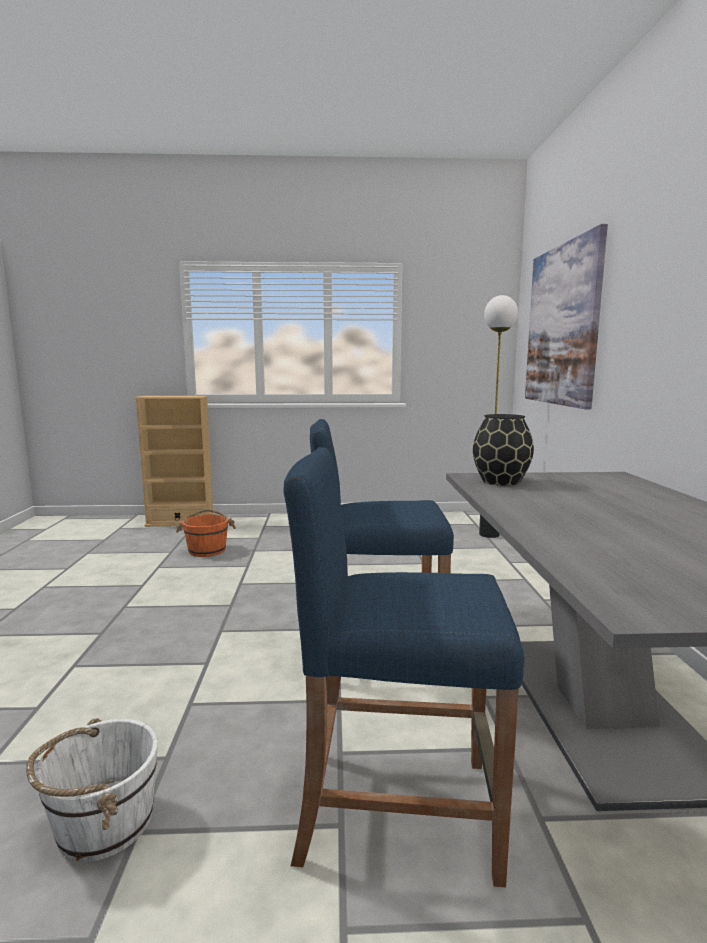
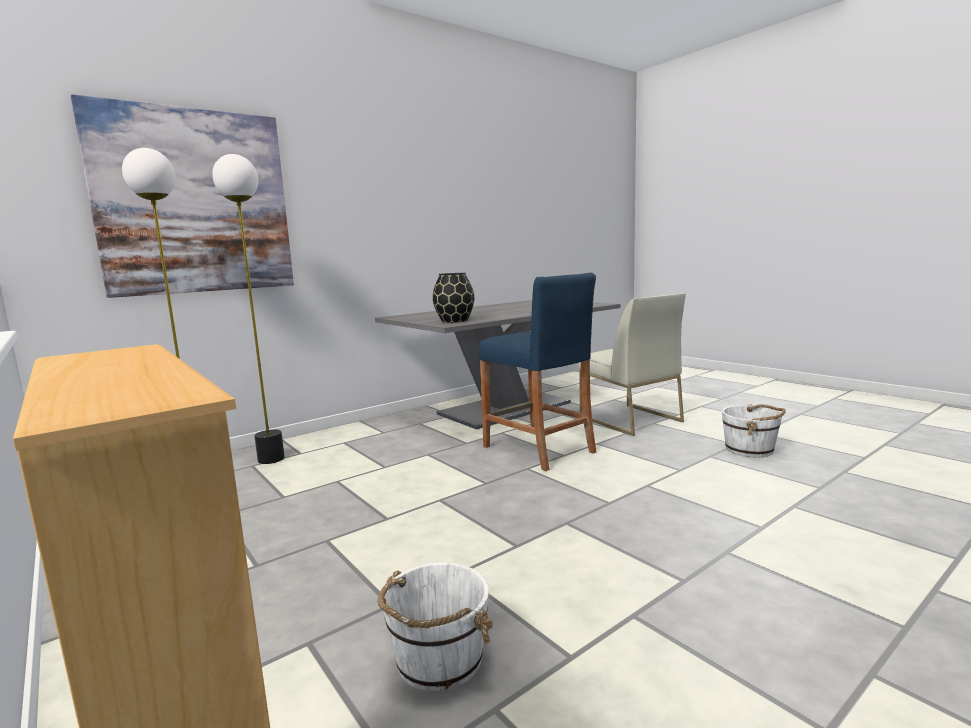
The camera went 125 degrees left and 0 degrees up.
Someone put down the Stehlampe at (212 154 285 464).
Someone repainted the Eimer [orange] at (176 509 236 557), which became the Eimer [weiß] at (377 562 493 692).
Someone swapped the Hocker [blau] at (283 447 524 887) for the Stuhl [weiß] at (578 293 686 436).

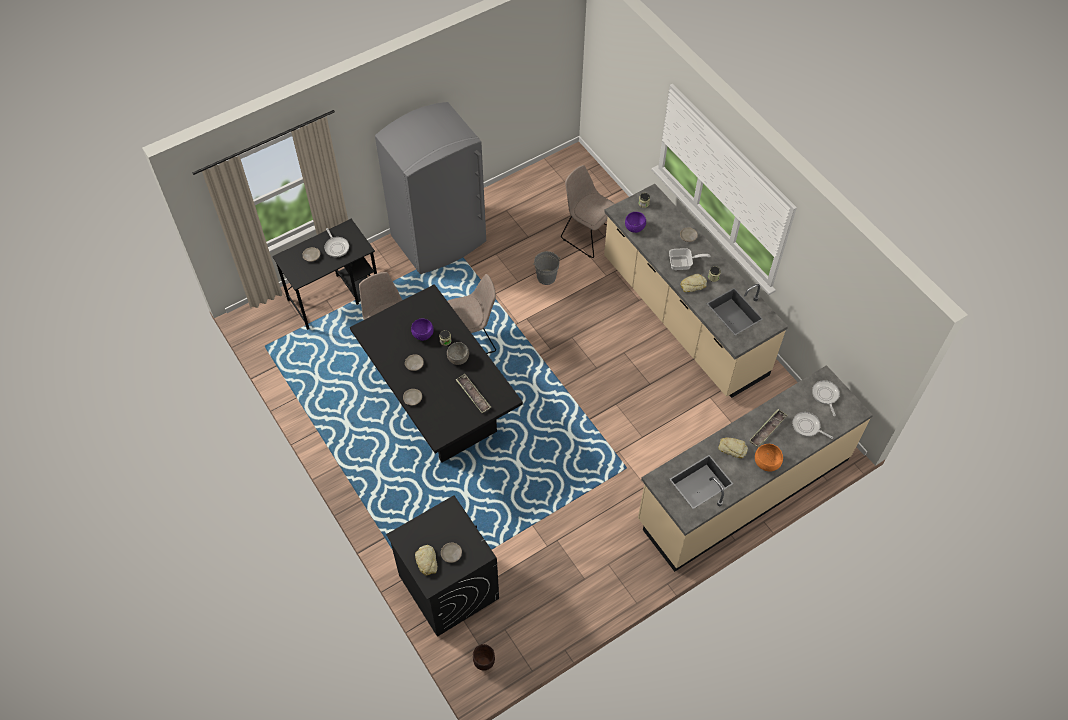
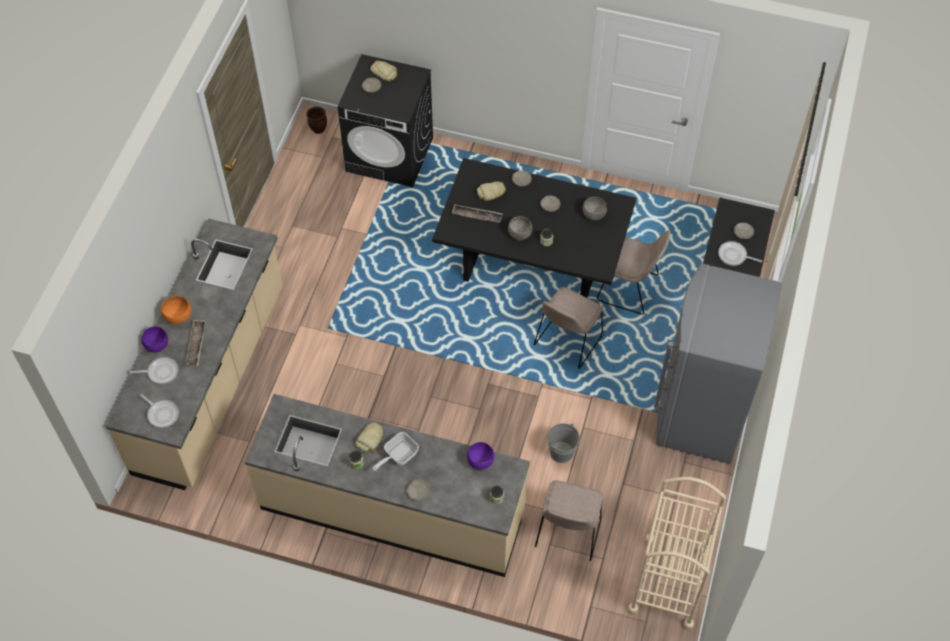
The camera went 140 degrees right and 0 degrees up.
Someone carried the Schüssel [lila] from (411 319 434 341) to (141 326 168 352).
Someone carried the Brot from (718 438 748 458) to (477 181 506 201).
Someone rotated the Stuhl [beige] at (561 165 615 258) by 105 degrees clockwise.
Someone put down the Schüssel [grau] at (583 197 607 220).
Someone put down the Rollwagen [beige] at (628 477 726 630).

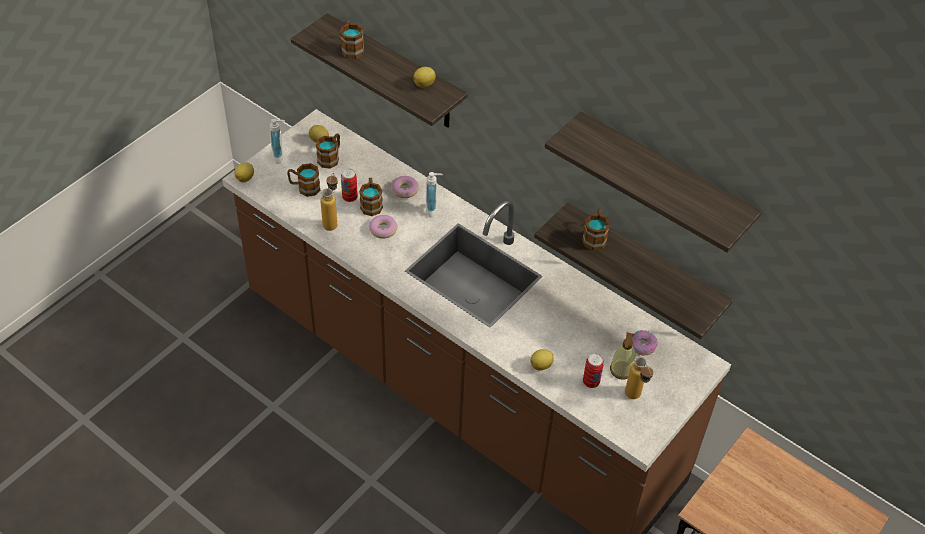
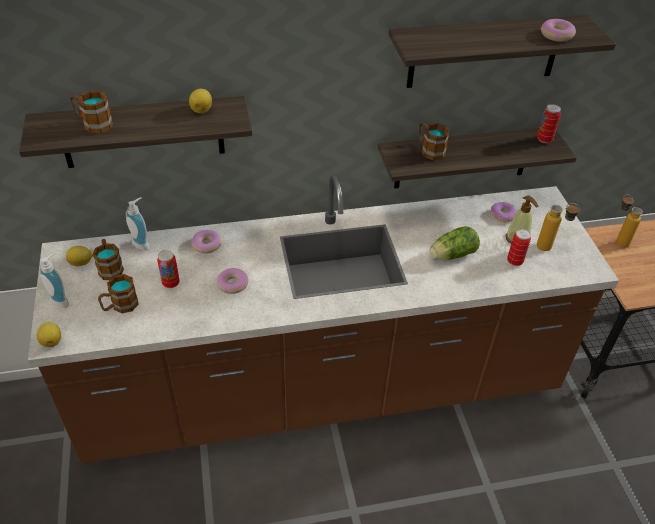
The camera went 50 degrees left and 5 degrees down.
Someone carried the Seifenspender from (426 172 443 218) to (126 197 149 251).
Someone put down the Salatkopf at (429 226 480 260).
Someone put down the Dose at (537 104 561 143).
Someone put down the Donut at (541 19 576 42).
Someone carried the Flasche from (320 173 338 231) to (616 194 643 248).
Someone took away the Henkelbecher at (359 178 383 216).
Someone took away the Zitrone at (530 349 554 371).

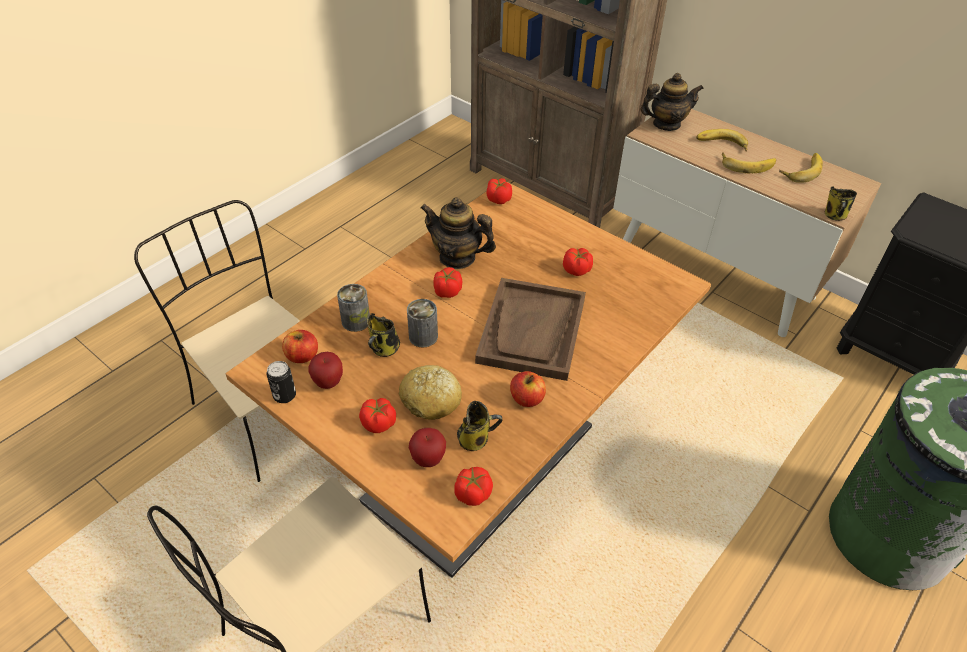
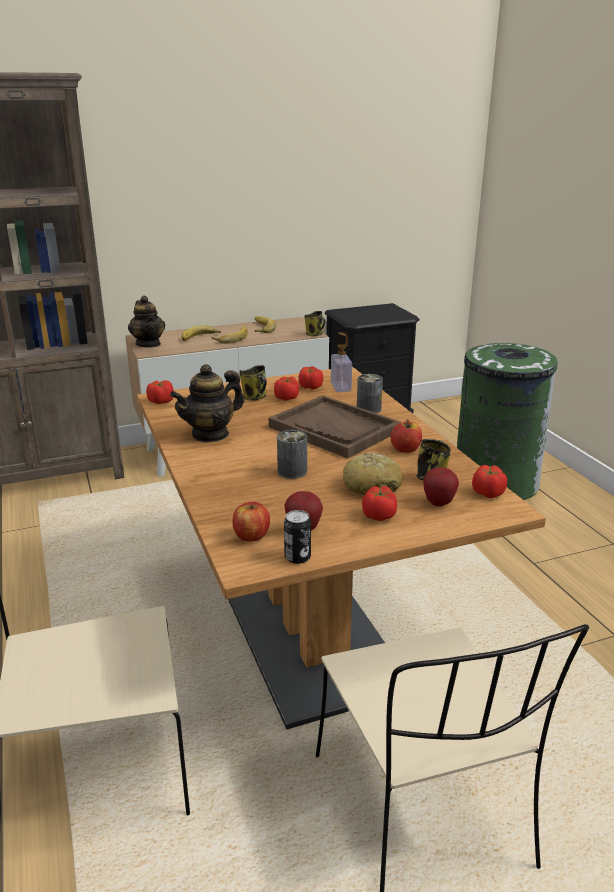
The camera went 60 degrees left and 20 degrees down.
Someone rotated the Teekanne at (640 73 704 131) by 135 degrees clockwise.
Someone carried the Henkelbecher from (367 313 400 357) to (239 365 267 401).
Someone carried the Tomate from (433 267 462 298) to (298 366 323 390).
Someone put down the Seifenspender at (331 332 352 392).
Someone carried the Dose from (337 284 370 332) to (357 374 383 413).

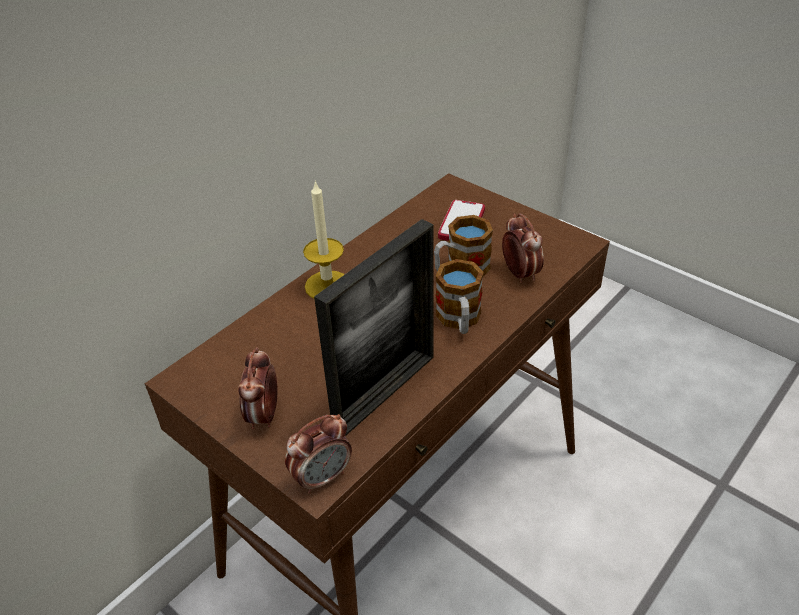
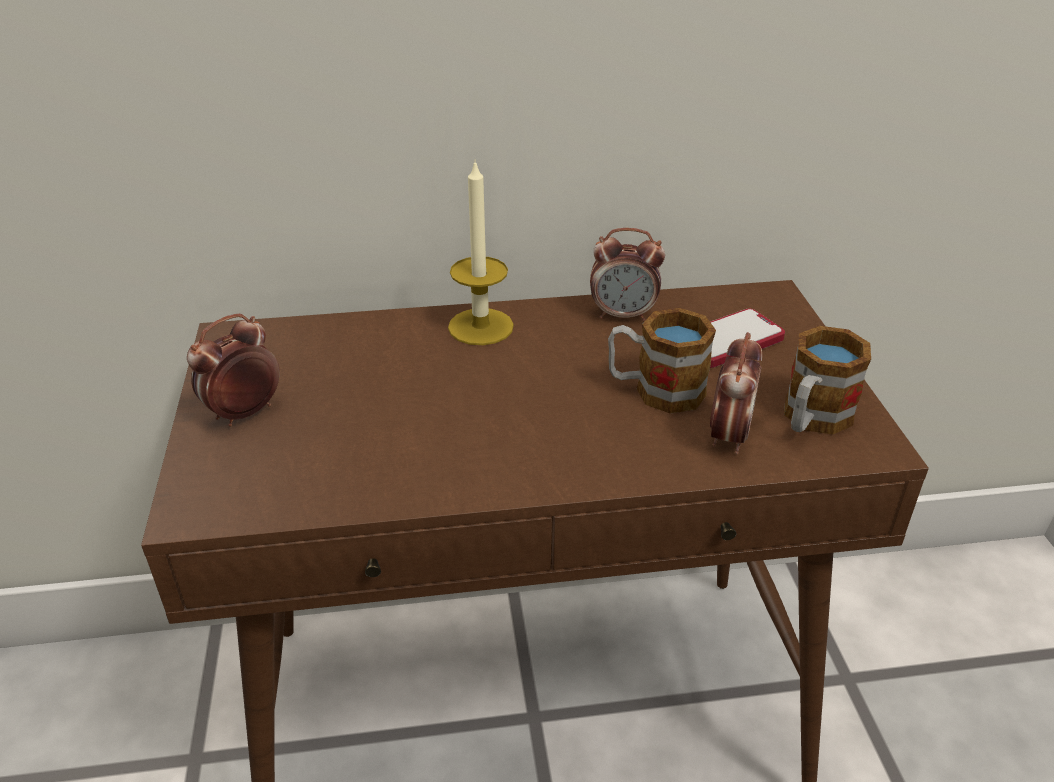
The camera went 40 degrees right and 5 degrees down.
Someone carried the Wecker from (285 414 352 494) to (590 228 665 321).
Someone carried the Henkelbecher from (435 259 484 334) to (784 326 871 435).
Someone took away the Bilderrahmen at (314 219 434 436).

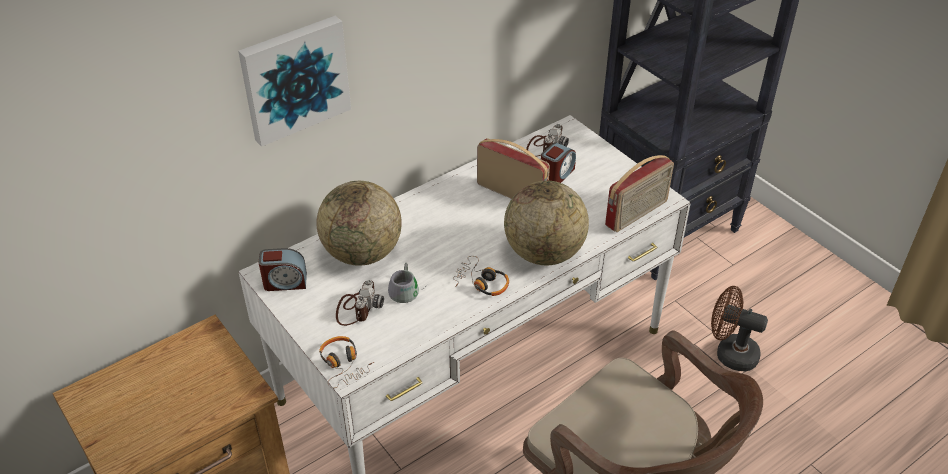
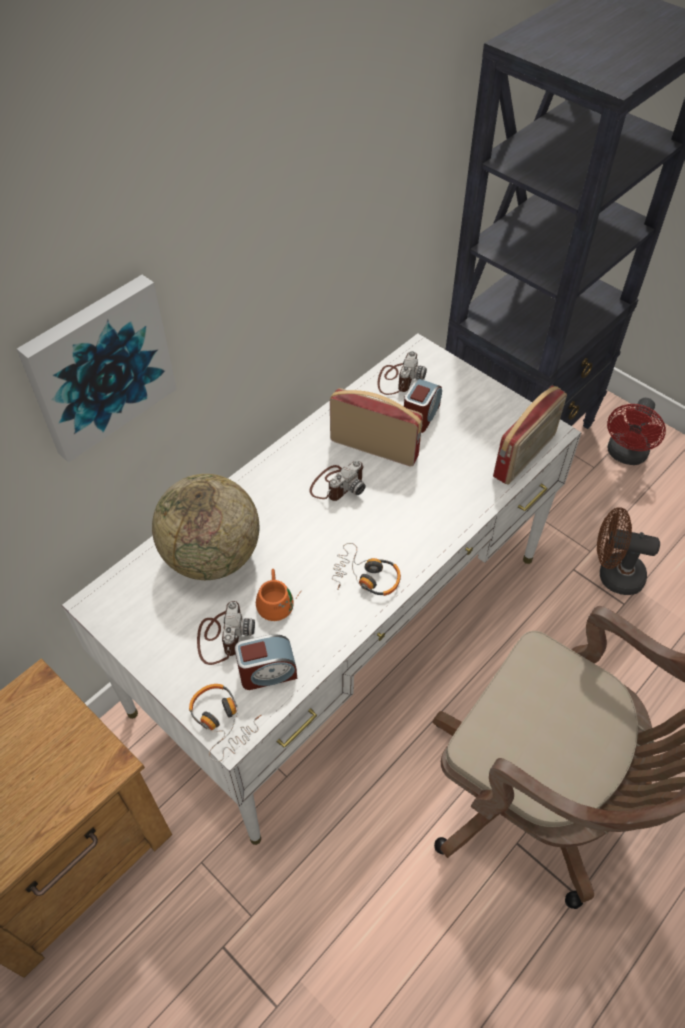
The camera went 10 degrees left and 10 degrees up.
Someone carried the Wecker from (259 248 307 291) to (234 634 297 690).
Someone repainted the Henkelbecher [grau] at (388 263 427 303), which became the Henkelbecher [orange] at (256 569 302 621).
Someone put down the Kamera at (310 461 366 501).
Someone put down the Ventilator [rot] at (607 398 666 465).
Someone took away the Globus at (504 181 589 265).

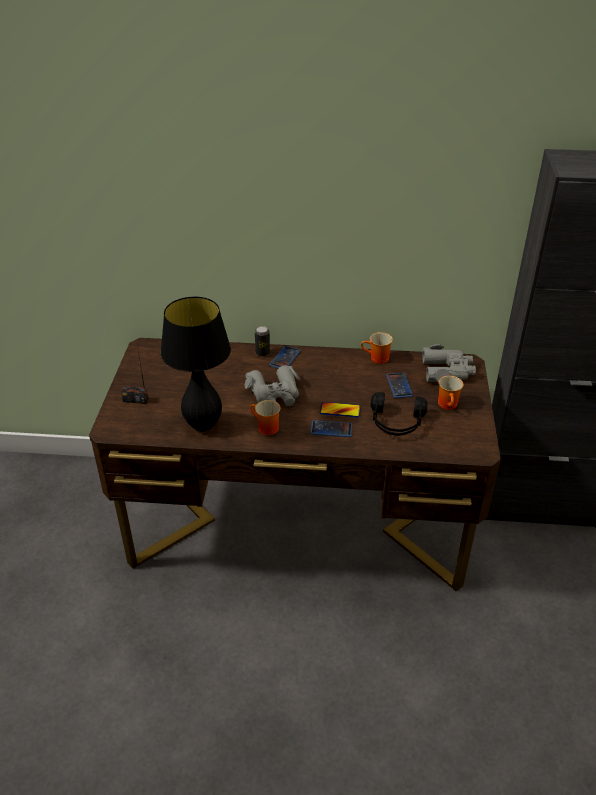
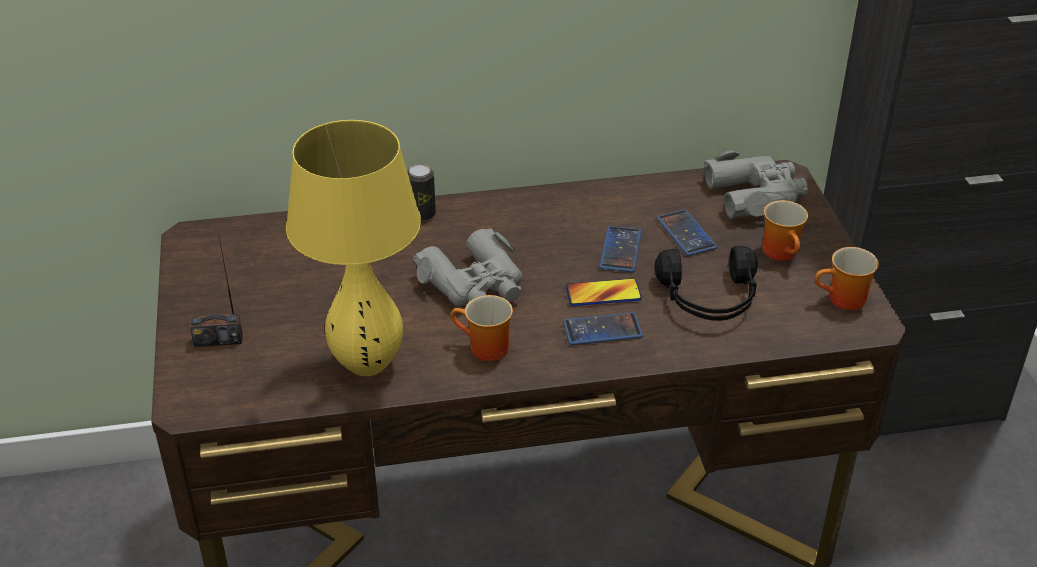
The camera went 15 degrees left and 0 degrees up.
Someone repainted the Tischlampe [schwarz] at (160 297 231 432), which became the Tischlampe [gelb] at (286 120 421 376).
Someone carried the Handy from (269 346 301 368) to (599 226 642 272).
Someone carried the Henkelbecher from (361 332 393 364) to (814 247 879 310).

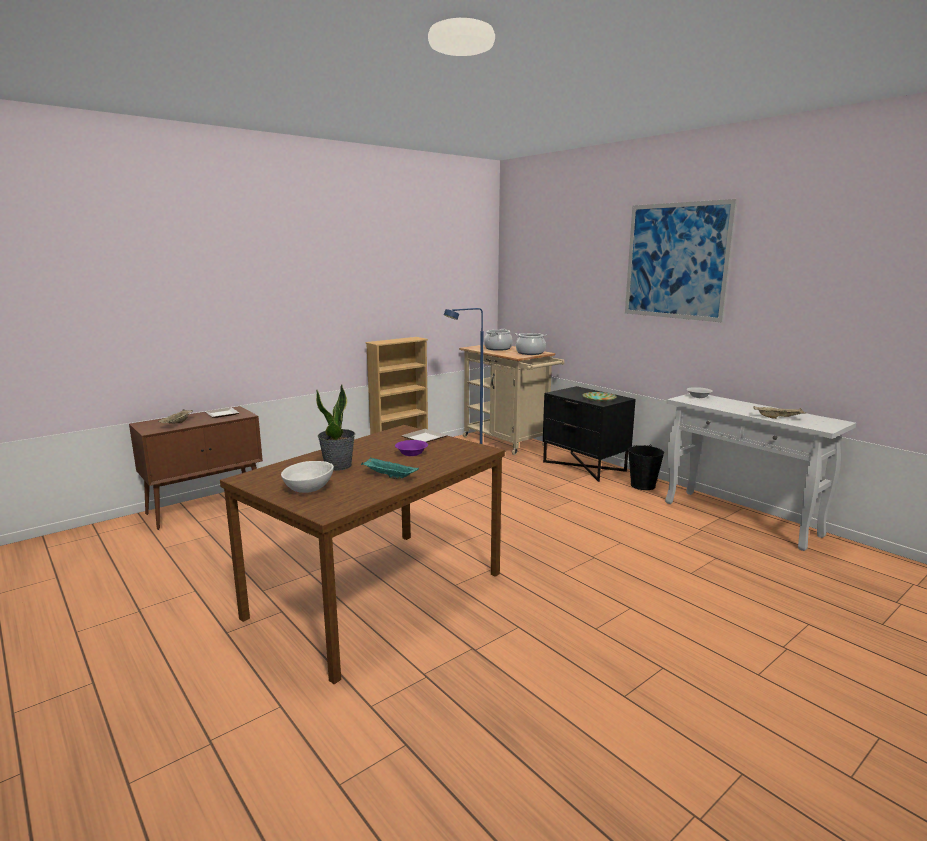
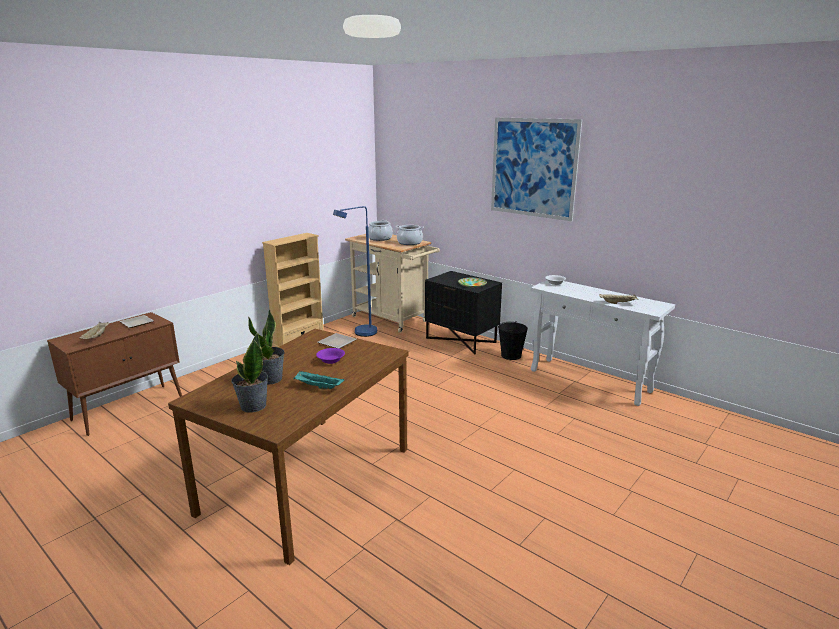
The camera went 10 degrees left and 5 degrees up.
Someone swapped the Schüssel [weiß] at (281 461 334 493) for the Topfpflanze at (231 333 268 413).

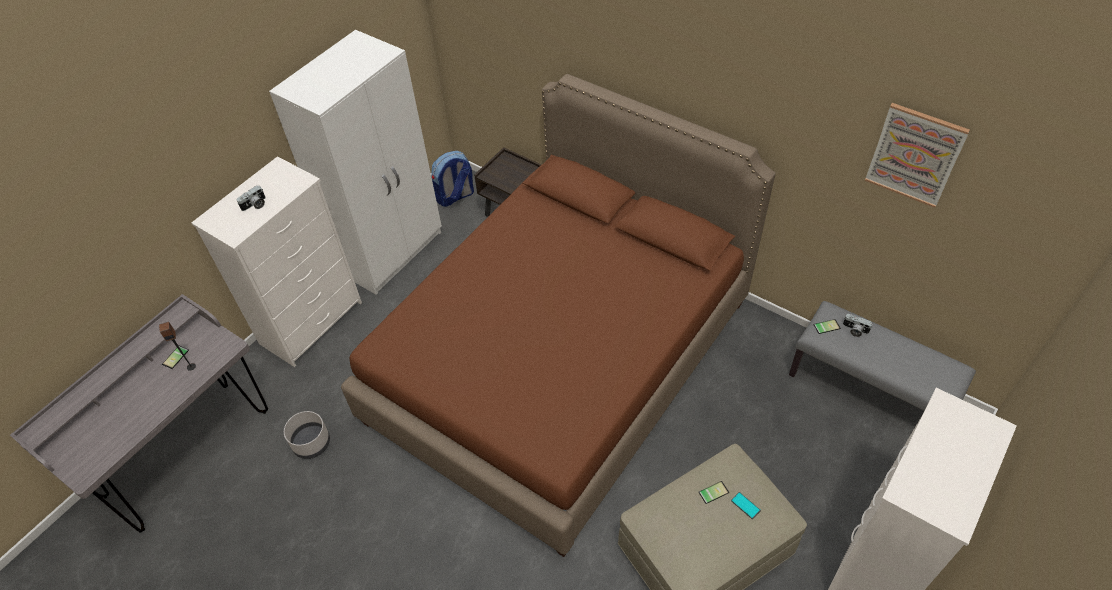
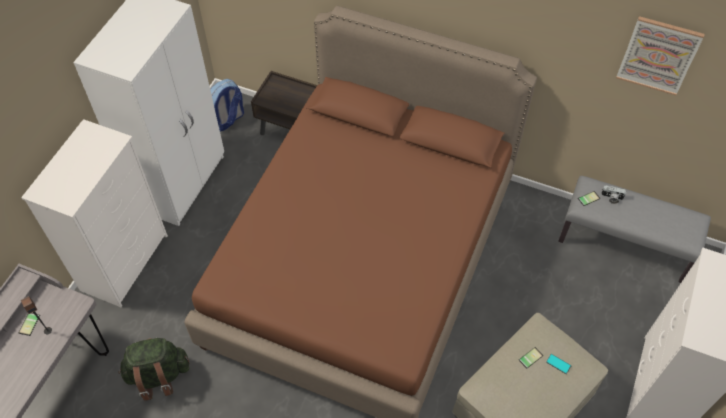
The camera went 15 degrees left and 5 degrees up.
Someone swapped the Pflanzkübel [grau] at (284 411 330 459) for the Rucksack [grün] at (119 338 190 401).
Someone took away the Kamera at (237 185 266 211).

